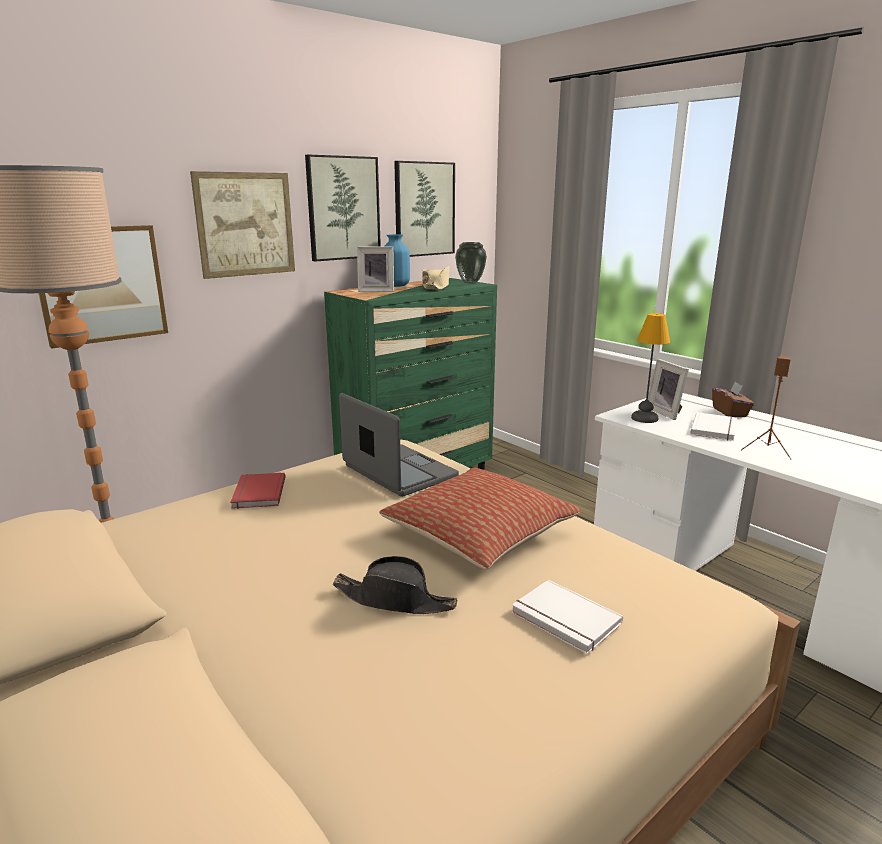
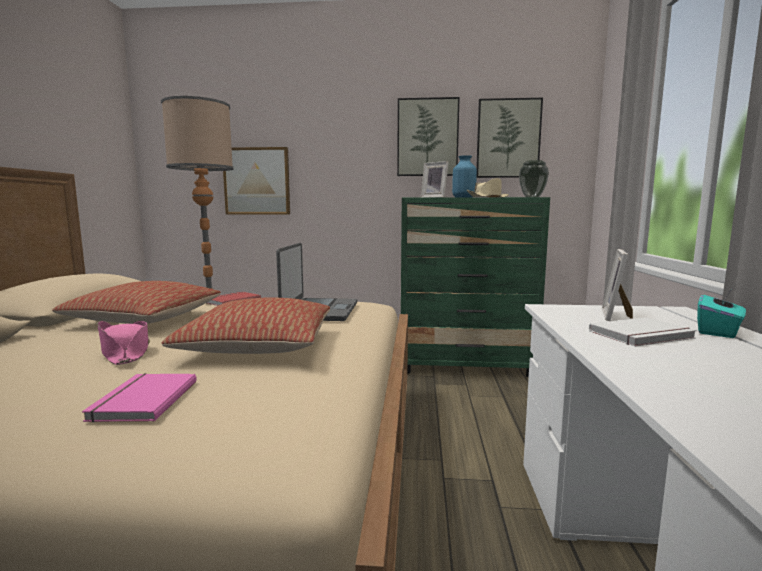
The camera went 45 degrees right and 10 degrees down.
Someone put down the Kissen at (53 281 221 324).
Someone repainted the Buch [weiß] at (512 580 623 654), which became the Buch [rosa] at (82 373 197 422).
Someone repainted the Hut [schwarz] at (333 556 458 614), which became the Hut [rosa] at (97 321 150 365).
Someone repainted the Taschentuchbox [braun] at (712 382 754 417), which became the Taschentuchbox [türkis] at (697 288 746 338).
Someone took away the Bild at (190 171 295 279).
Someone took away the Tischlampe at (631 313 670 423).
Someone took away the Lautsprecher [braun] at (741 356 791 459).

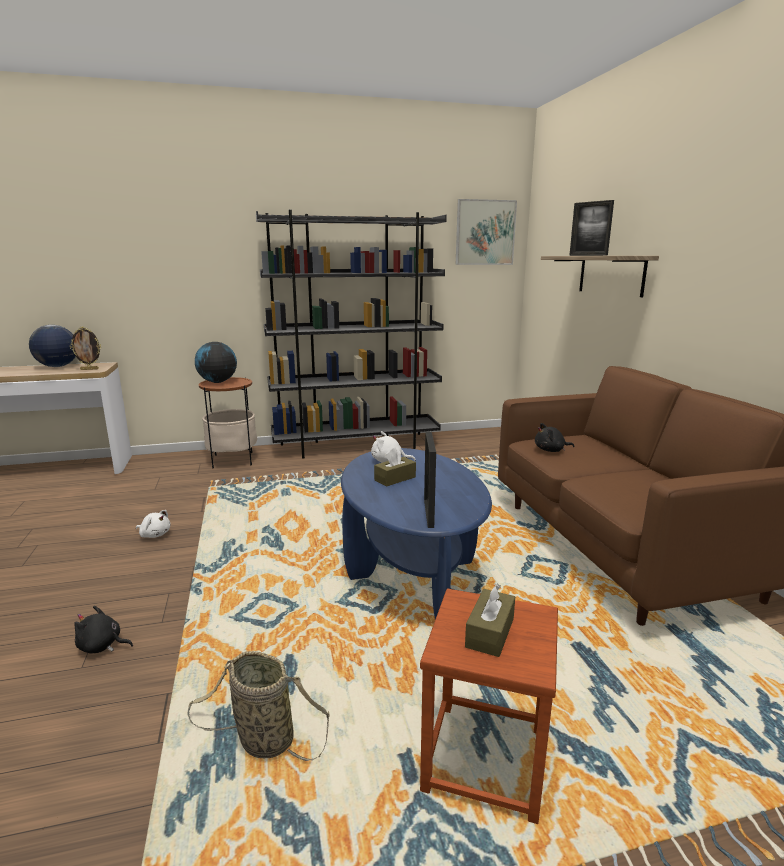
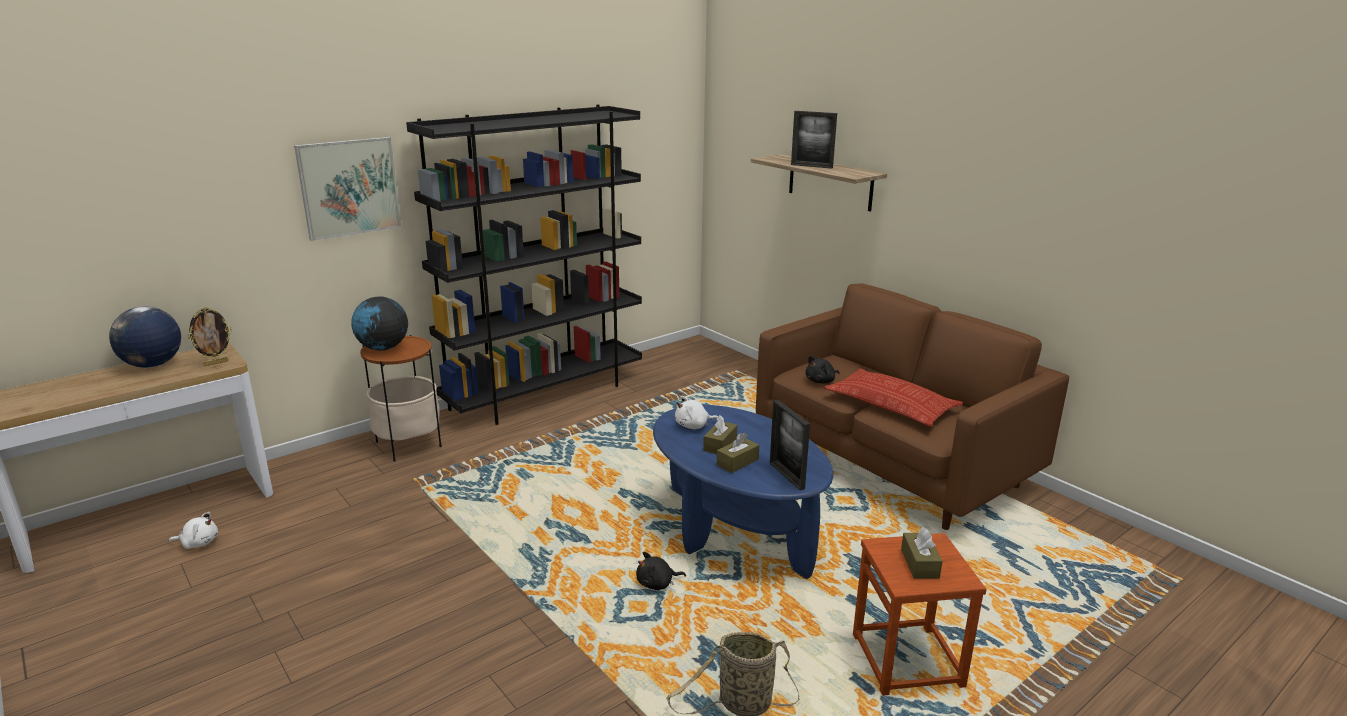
The camera went 25 degrees left and 5 degrees up.
Someone carried the Plüschtier [weiß] from (136 510 170 538) to (169 512 218 549).
Someone carried the Bild from (456 199 517 265) to (294 137 401 241).
Someone carried the Plüschtier [schwarz] from (74 606 133 654) to (636 552 686 590).
Someone put down the Taschentuchbox [braun] at (717 433 759 473).
Someone put down the Kissen at (824 368 963 427).

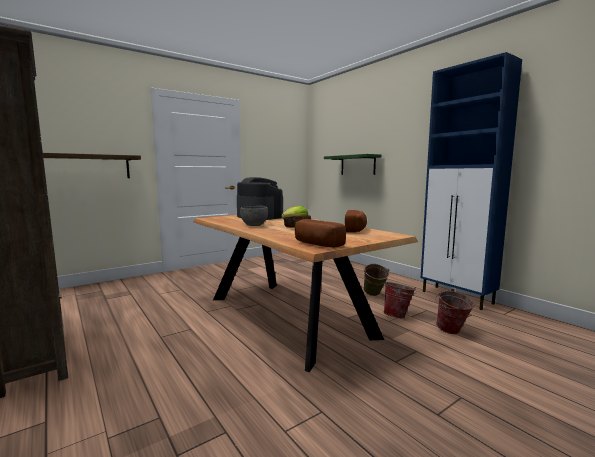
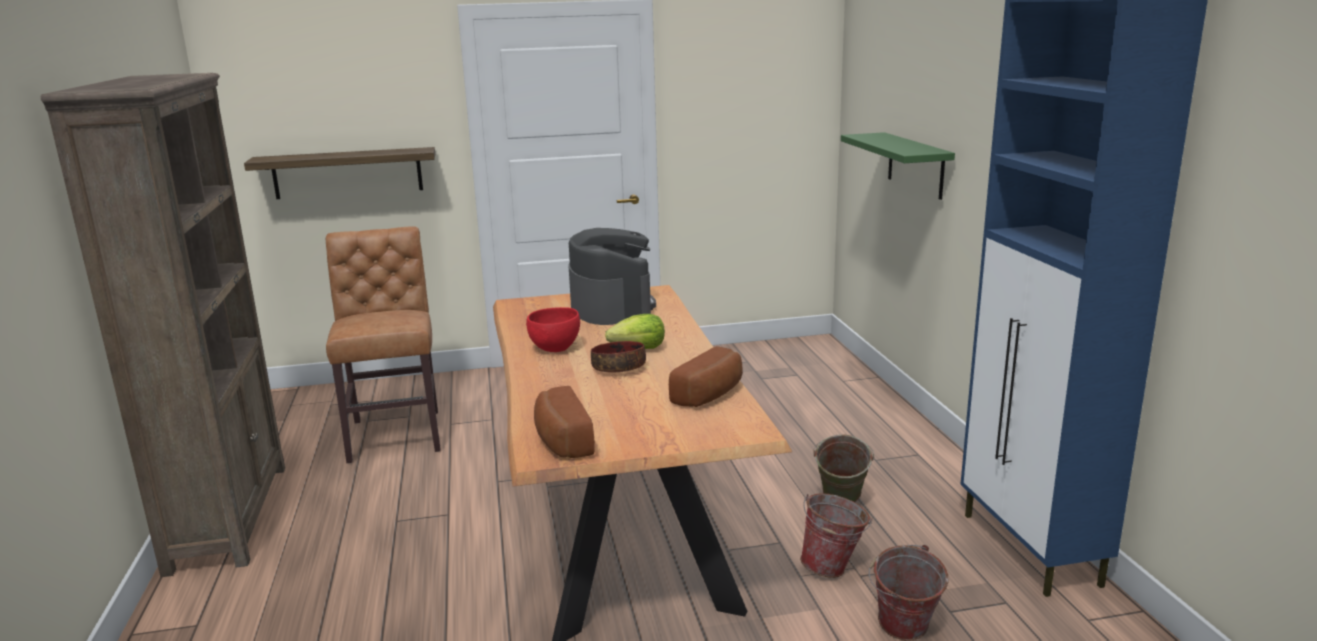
The camera went 25 degrees right and 10 degrees up.
Someone put down the Stuhl [braun] at (326 226 441 463).
Someone repainted the Schüssel [grau] at (240 206 268 226), which became the Schüssel [rot] at (526 307 580 352).

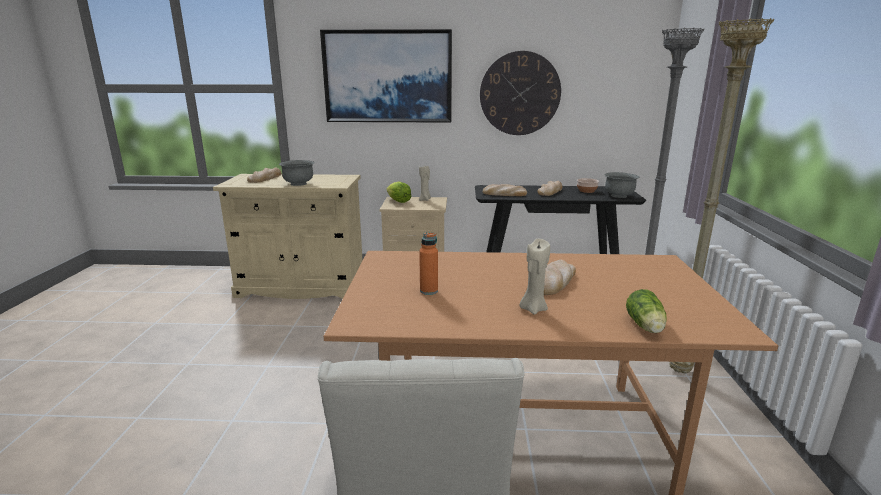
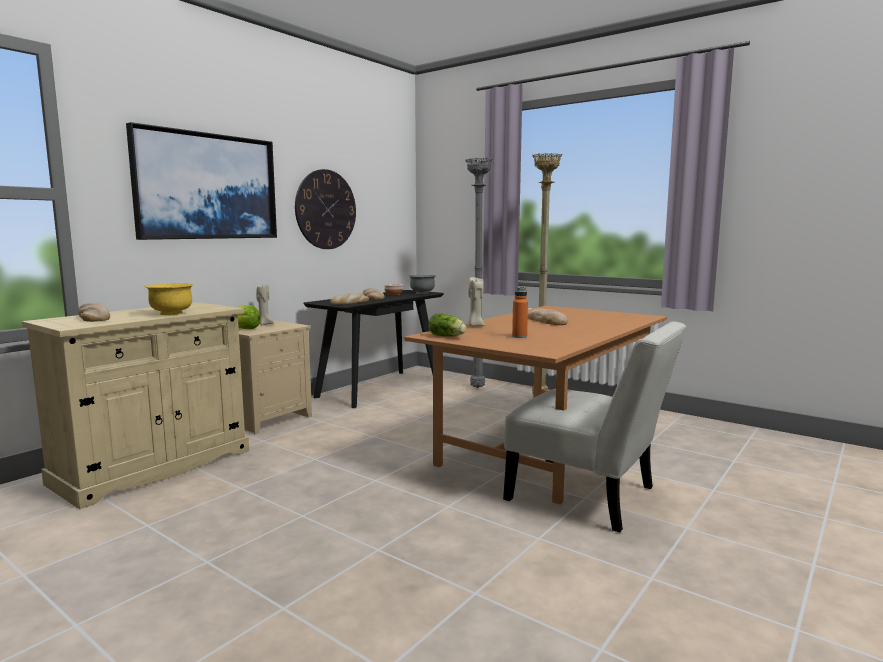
The camera went 55 degrees left and 10 degrees down.
Someone repainted the Schüssel [grau] at (279 160 315 186), which became the Schüssel [gelb] at (145 284 193 315).
Someone carried the Salatkopf from (626 289 667 333) to (429 313 466 336).
Someone carried the Kerze [beige] from (519 239 550 315) to (468 277 485 327).

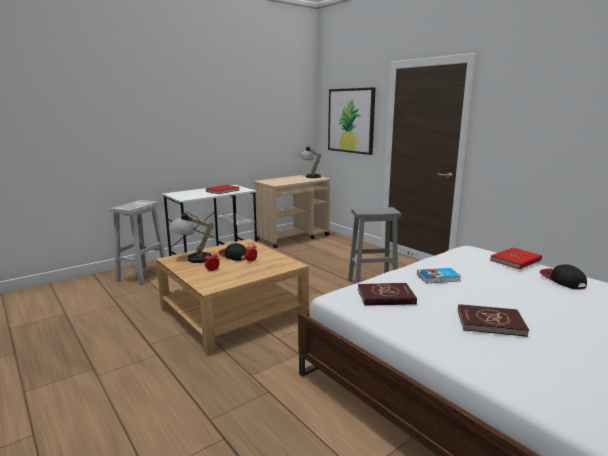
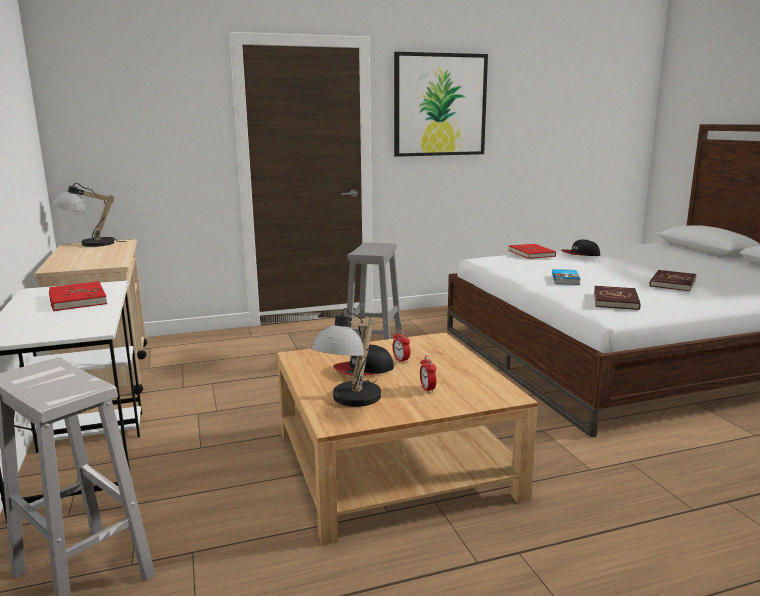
The camera went 70 degrees left and 0 degrees up.
Someone carried the Bild from (328 87 376 155) to (394 52 488 157).

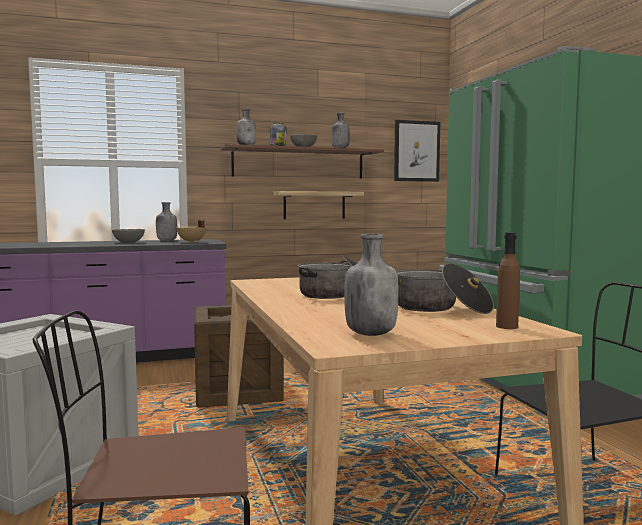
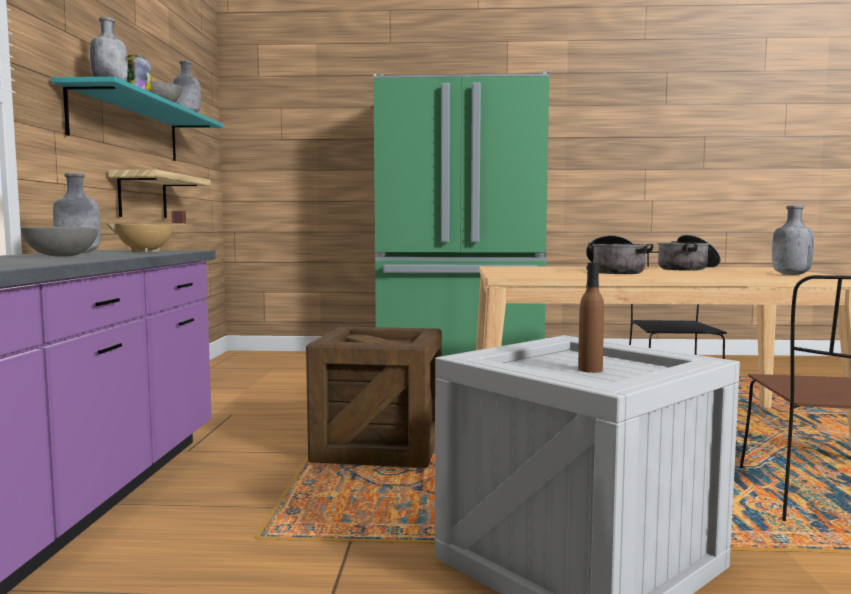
The camera went 70 degrees left and 0 degrees up.
Someone repainted the Wandregal [braun] at (221 144 384 179), which became the Wandregal [türkis] at (51 77 224 161).
Someone carried the Flasche [braun] from (496 232 520 329) to (578 263 604 373).
Someone took away the Bild at (394 120 440 182).

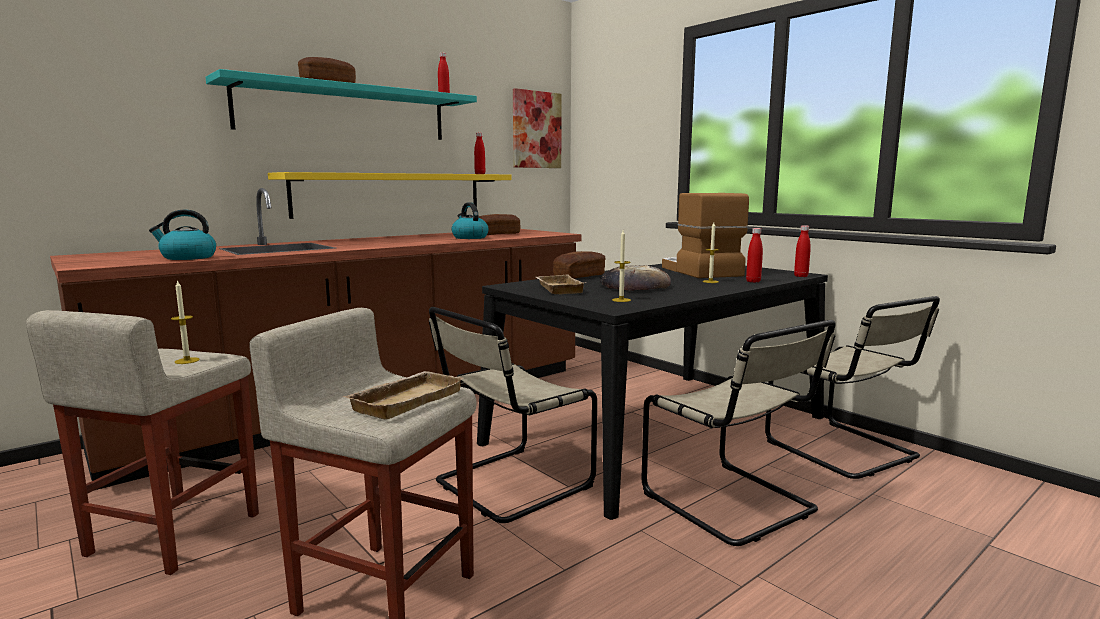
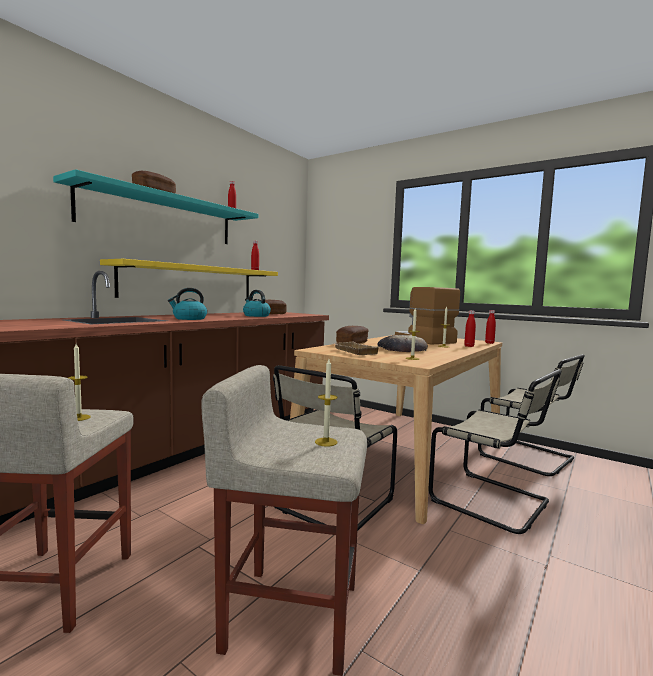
The camera went 15 degrees left and 5 degrees down.
Someone carried the Wasserkessel from (149 209 216 260) to (168 288 207 320).
Someone repainted the Esstisch [schwarz] at (477 264 828 520), which became the Esstisch [beige] at (290 335 502 524).
Someone swapped the Tablett [beige] at (343 371 464 420) for the Kerze at (315 359 338 447).
Someone took away the Bild at (513 88 562 168).

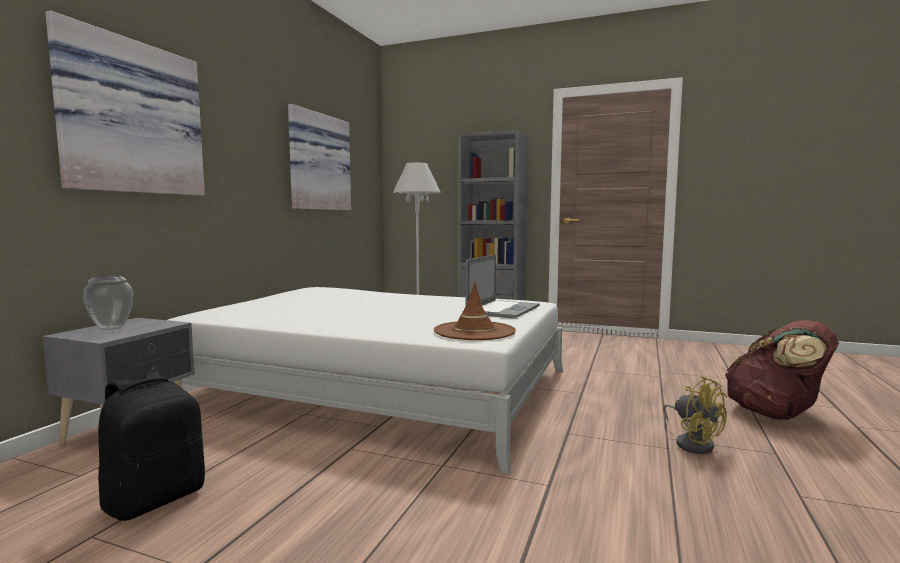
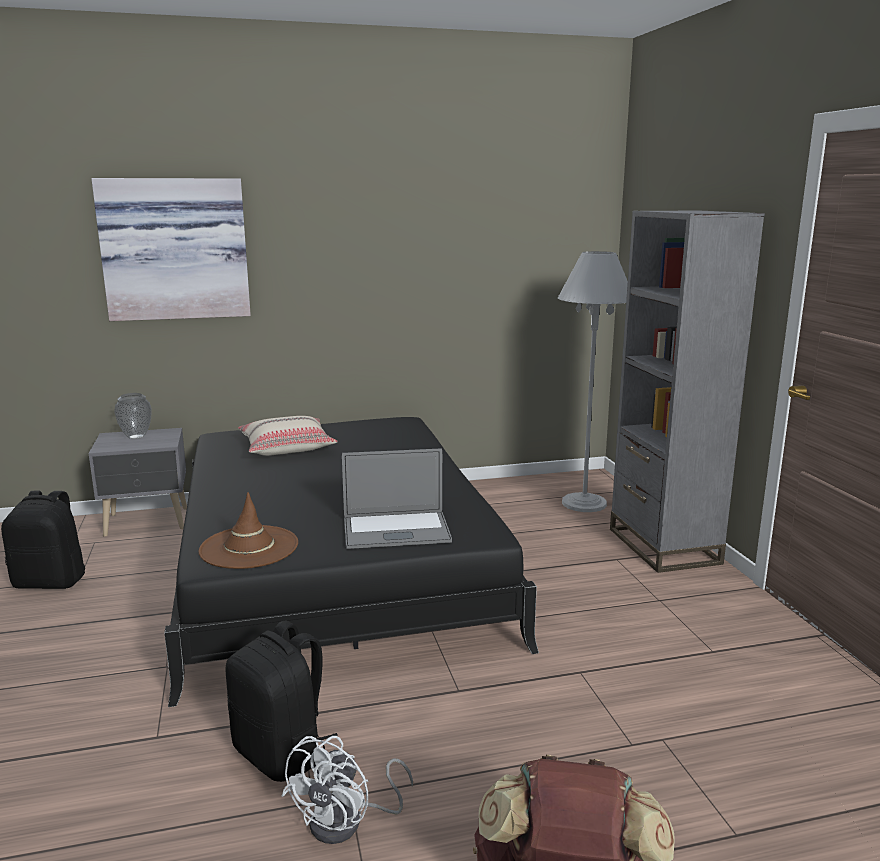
The camera went 55 degrees right and 10 degrees up.
Someone repainted the Bett [weiß] at (168 287 564 474), which became the Bett [schwarz] at (164 417 539 707).
Someone put down the Rucksack [schwarz] at (225 621 338 782).
Someone put down the Kissen [beige] at (238 416 338 456).
Someone repainted the Ventilator [gelb] at (663 376 727 454), which became the Ventilator [weiß] at (281 736 413 844).
Someone took away the Bild at (288 104 351 210).

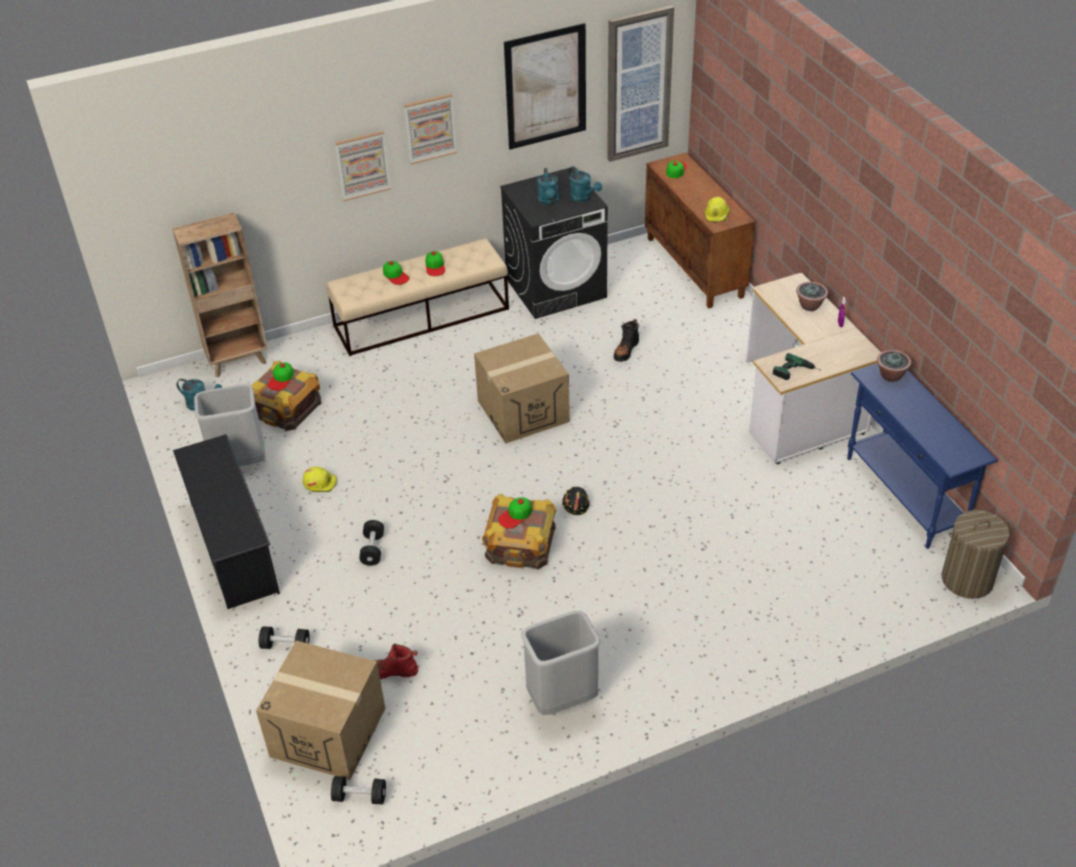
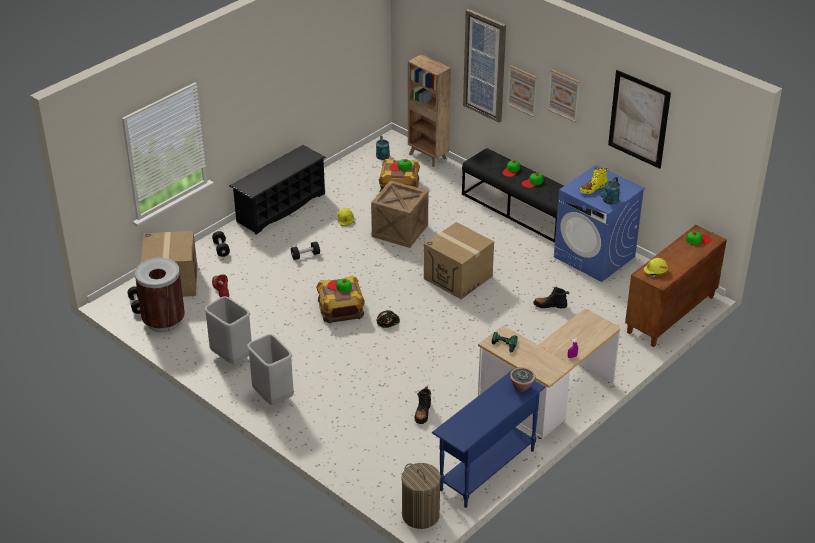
The camera went 65 degrees right and 5 degrees down.
Someone put down the Mülleimer [braun] at (135 258 185 332).
Someone carried the Mülleimer [grau] from (194 384 265 466) to (247 334 294 405).
Someone put down the Kiste at (371 180 429 248).
Someone put down the Stiefel [schwarz] at (415 386 431 424).
Someone repainted the Bank [beige] at (326 238 509 356), which became the Bank [schwarz] at (462 148 564 243).
Someone carried the Bild from (607 5 674 162) to (463 9 506 123).
Someone repainted the Waschmaschine [schwarz] at (500 168 608 319), which became the Waschmaschine [blau] at (554 165 645 282).
Someone swapped the Gießkanne [türkis] at (537 168 559 205) for the Stiefel [gelb] at (580 168 609 194).
Someone took away the Topfpflanze at (796 282 828 311).

